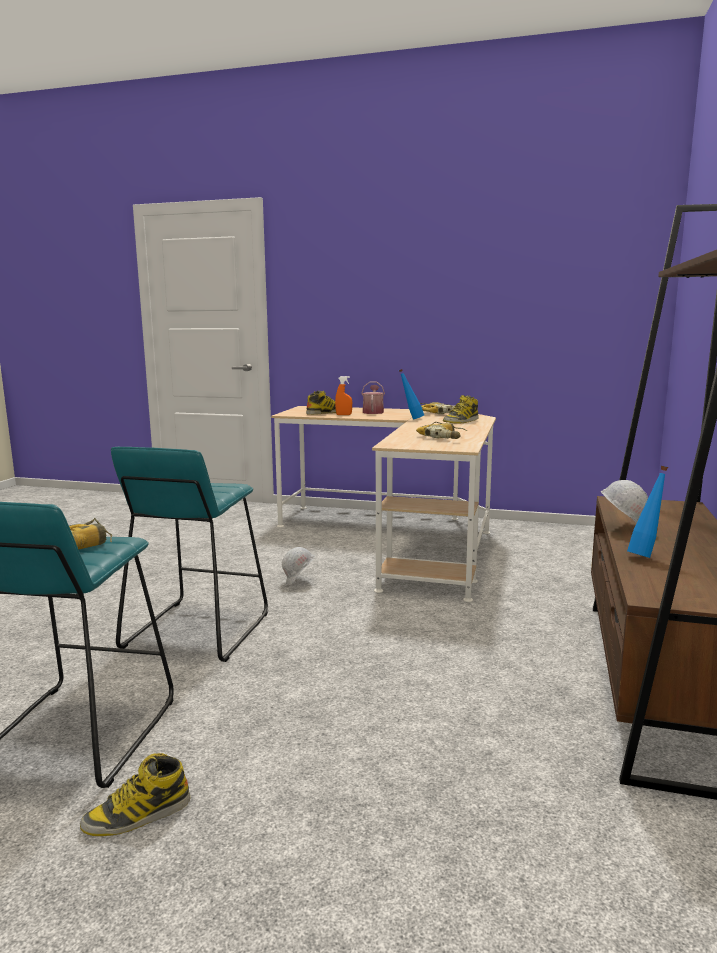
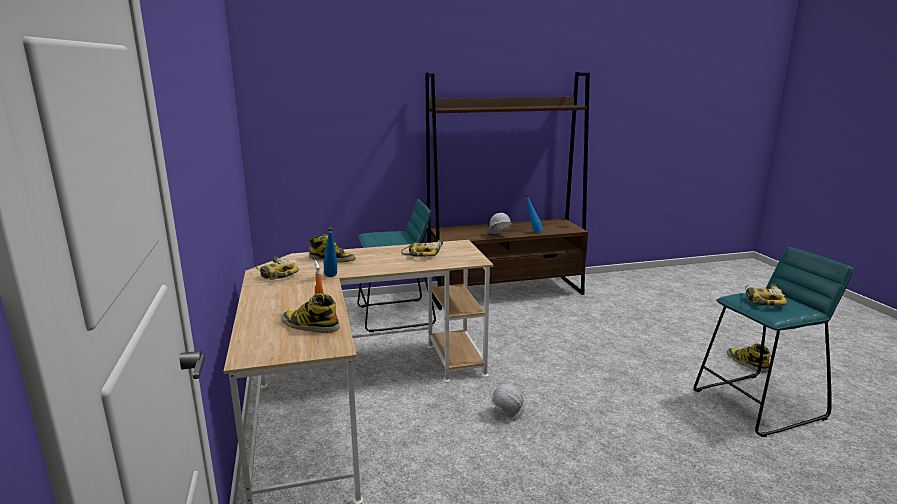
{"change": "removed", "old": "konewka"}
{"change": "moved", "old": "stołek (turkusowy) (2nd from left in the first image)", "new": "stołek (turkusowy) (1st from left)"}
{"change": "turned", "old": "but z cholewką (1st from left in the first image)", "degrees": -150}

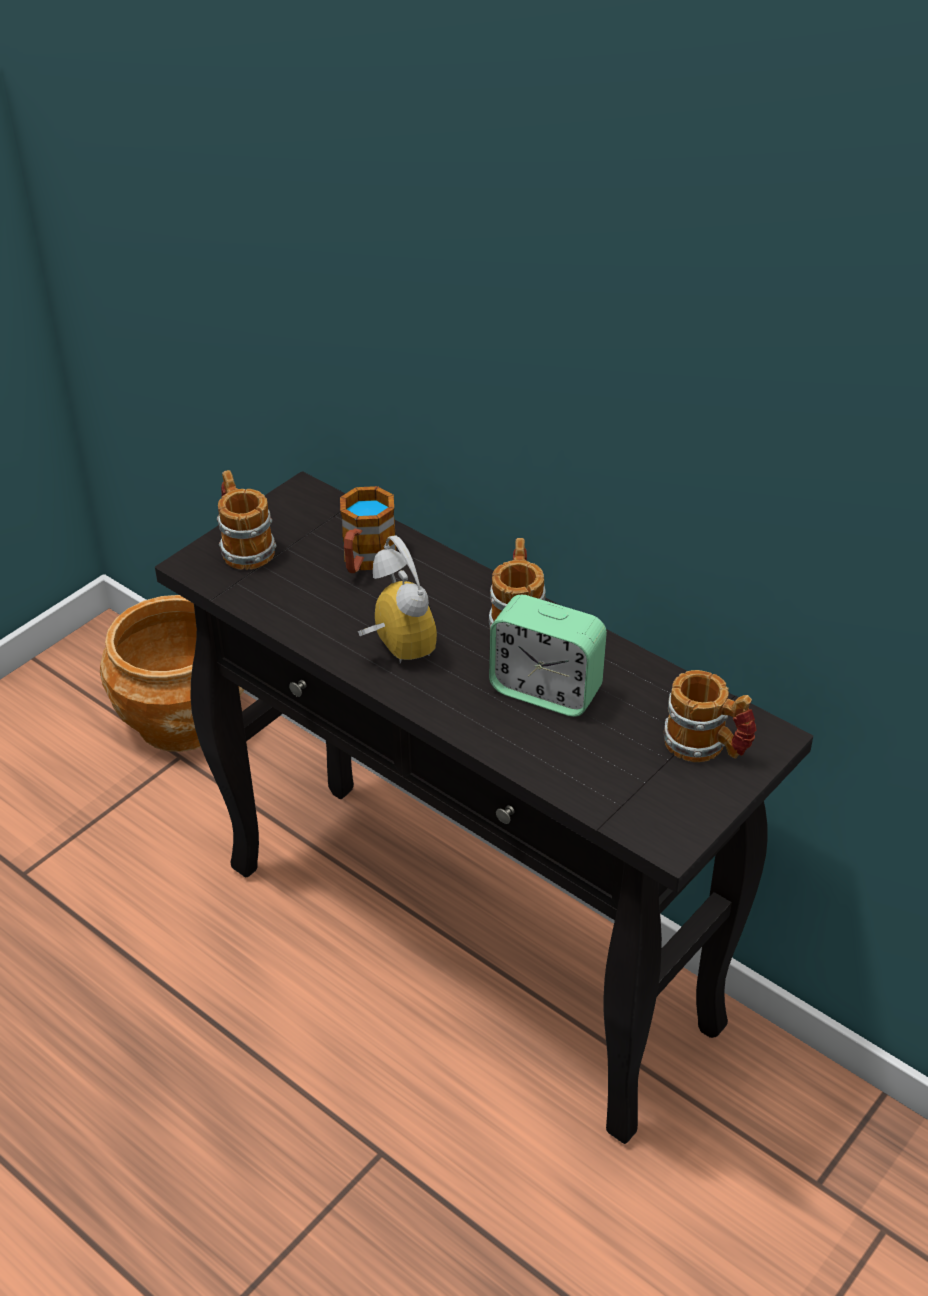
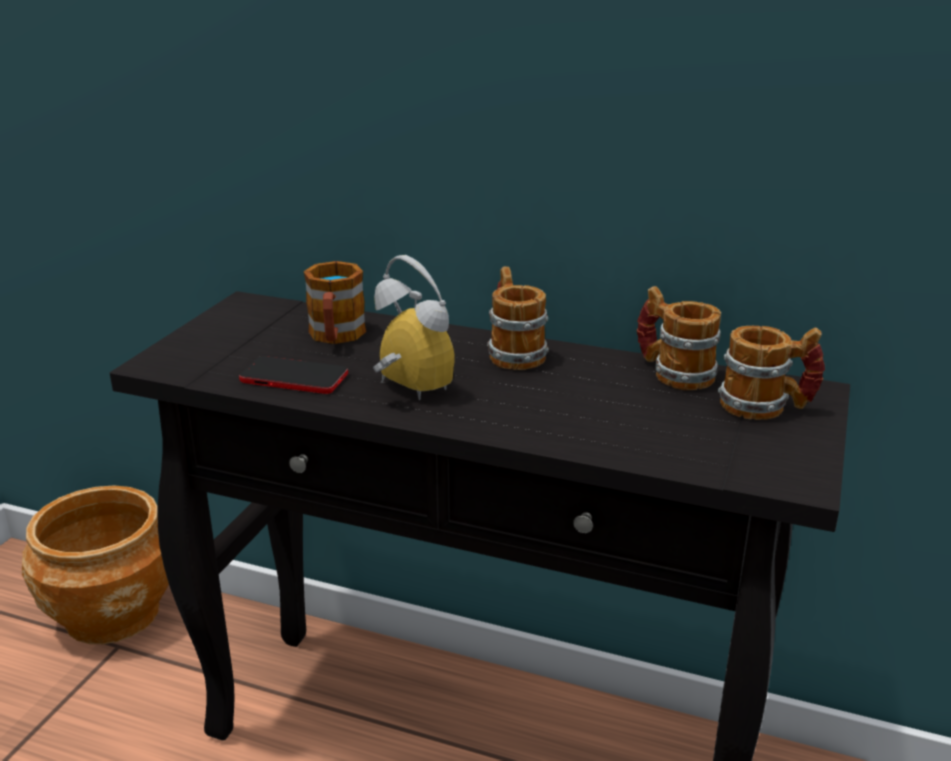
{"change": "removed", "old": "budzik (2nd from left)"}
{"change": "added", "new": "telefon"}
{"change": "moved", "old": "kubek (1st from left in the first image)", "new": "kubek (3rd from left)"}

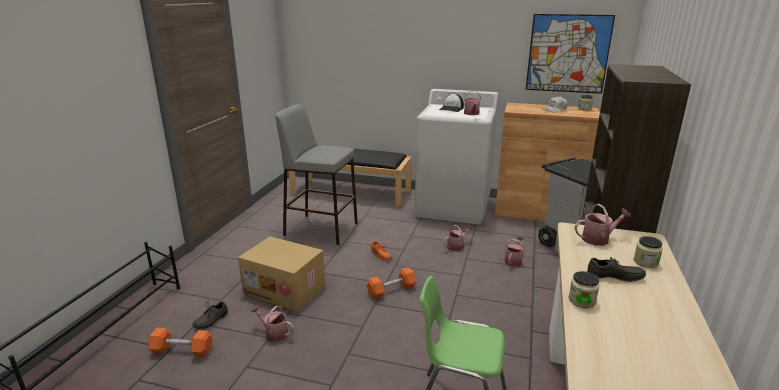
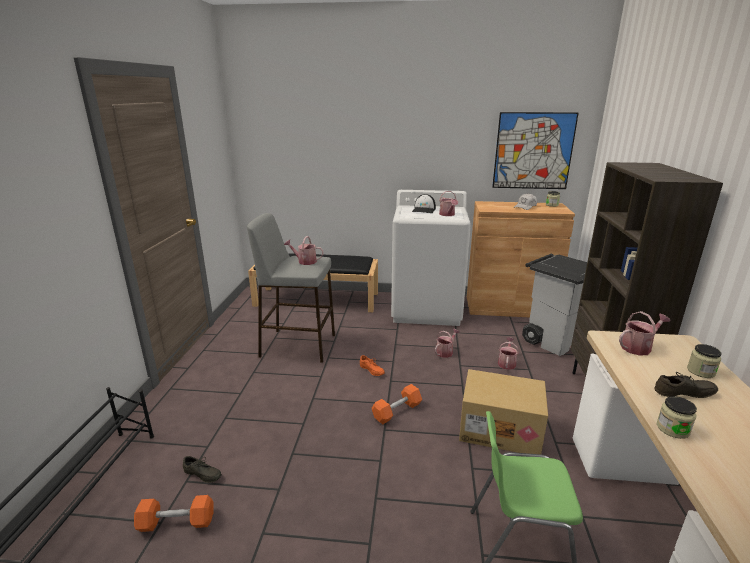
{"change": "moved", "old": "karton"}
{"change": "moved", "old": "konewka (1st from left)"}
{"change": "turned", "old": "but (szary) (1st from left)", "degrees": -90}

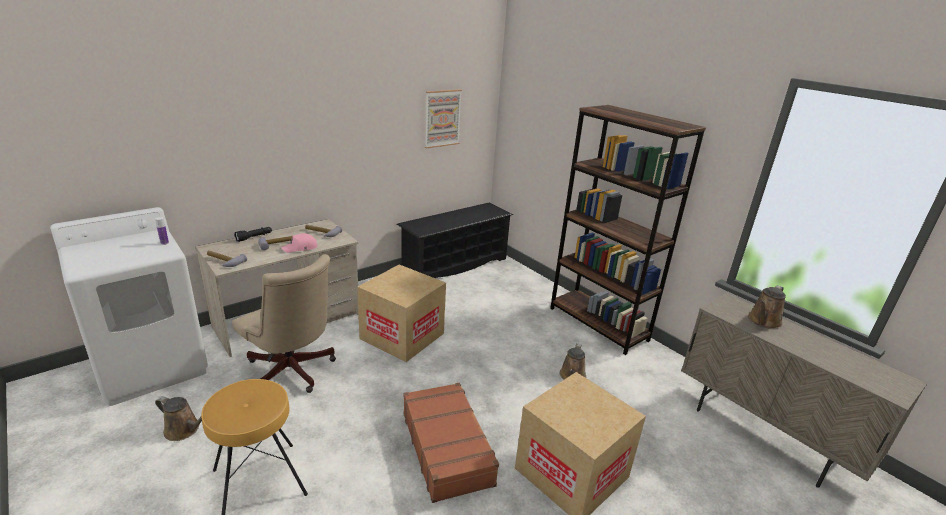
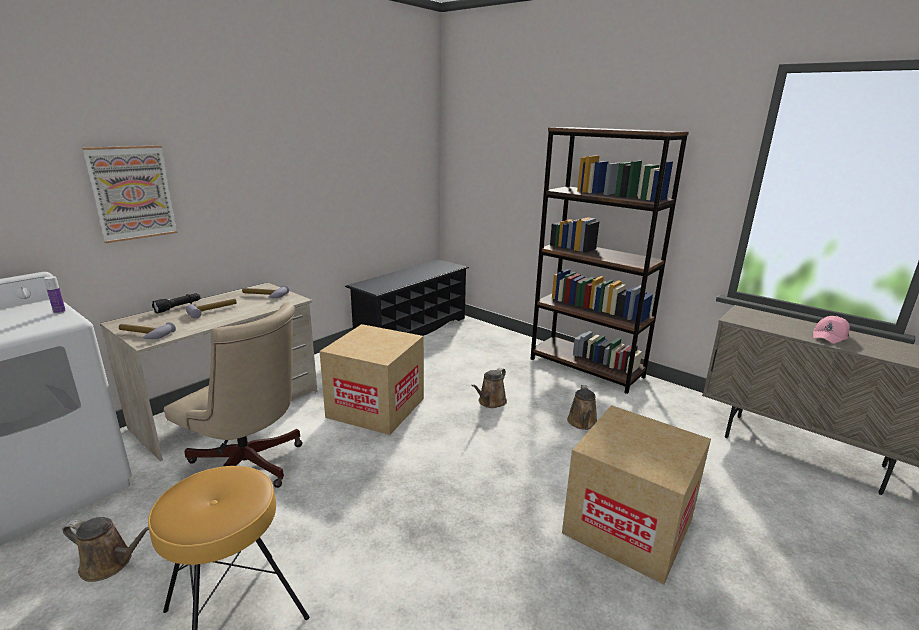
{"change": "removed", "old": "walizka (brązowy)"}
{"change": "moved", "old": "czapka z daszkiem (różowy)"}
{"change": "moved", "old": "obraz"}
{"change": "moved", "old": "konewka (brązowy) (3rd from left in the first image)", "new": "konewka (brązowy) (2nd from left)"}

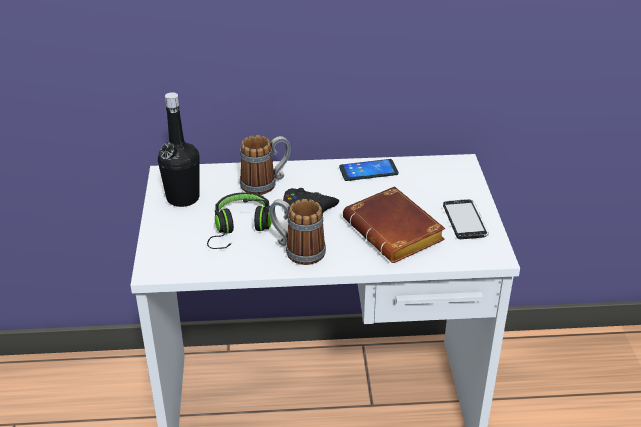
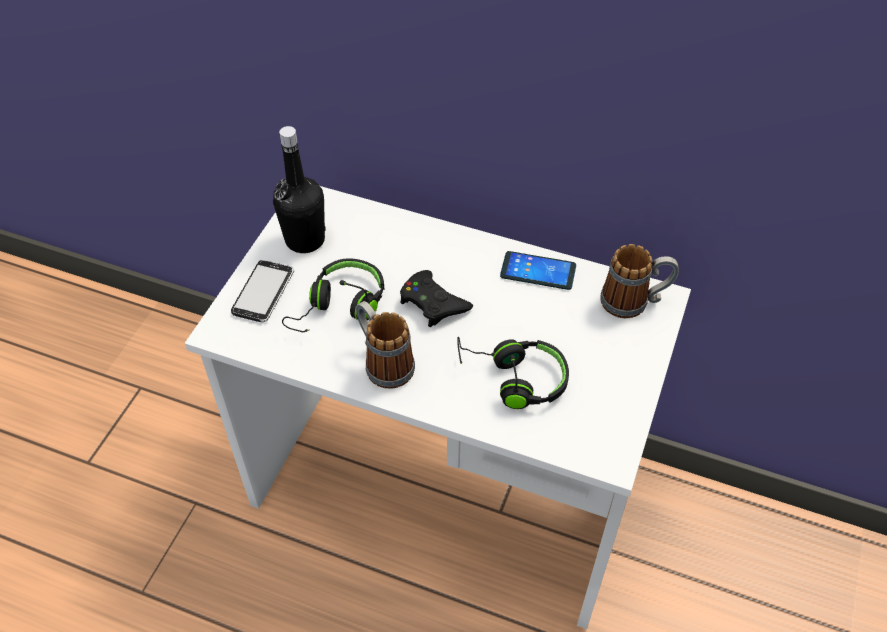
{"change": "moved", "old": "kubek (1st from left in the first image)", "new": "kubek (2nd from left)"}
{"change": "moved", "old": "telefon (2nd from left in the first image)", "new": "telefon (1st from left)"}
{"change": "replaced", "old": "książka (brązowy)", "new": "słuchawki (czarny) (2nd from left)"}

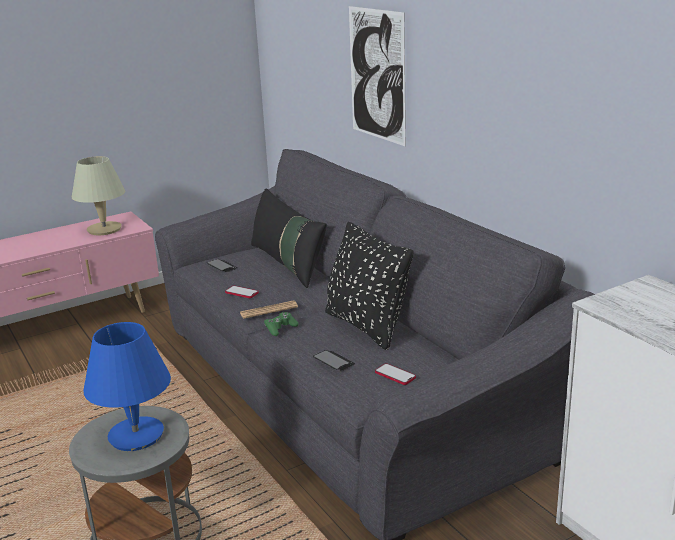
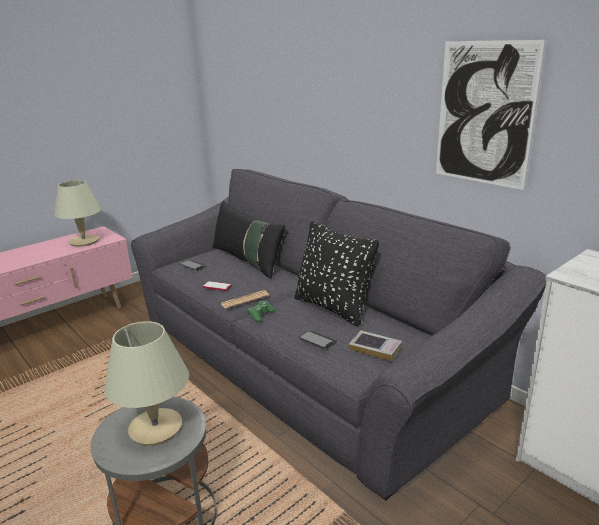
{"change": "moved", "old": "obraz"}
{"change": "replaced", "old": "telefon (4th from left)", "new": "książka"}
{"change": "recoloured", "old": "lampa stołowa (niebieski)", "new": "lampa stołowa (beżowy) (2nd from left)"}

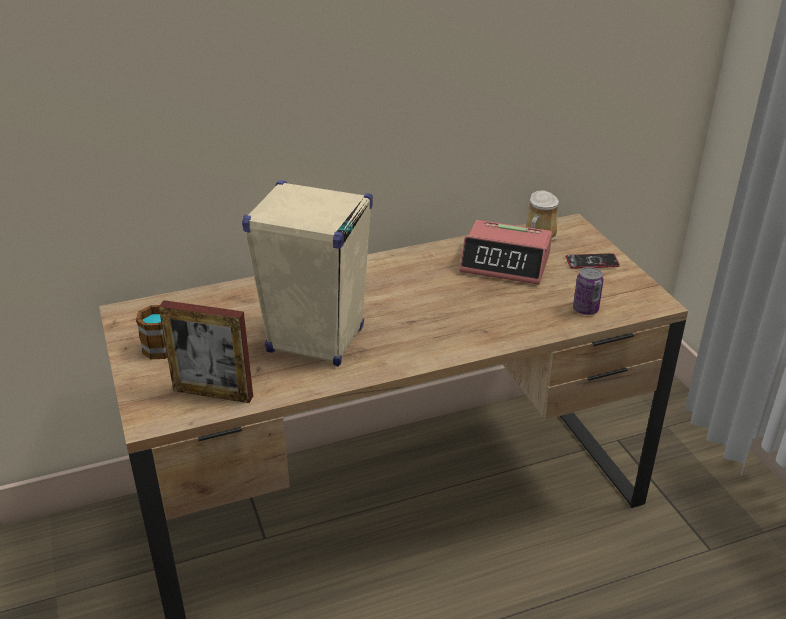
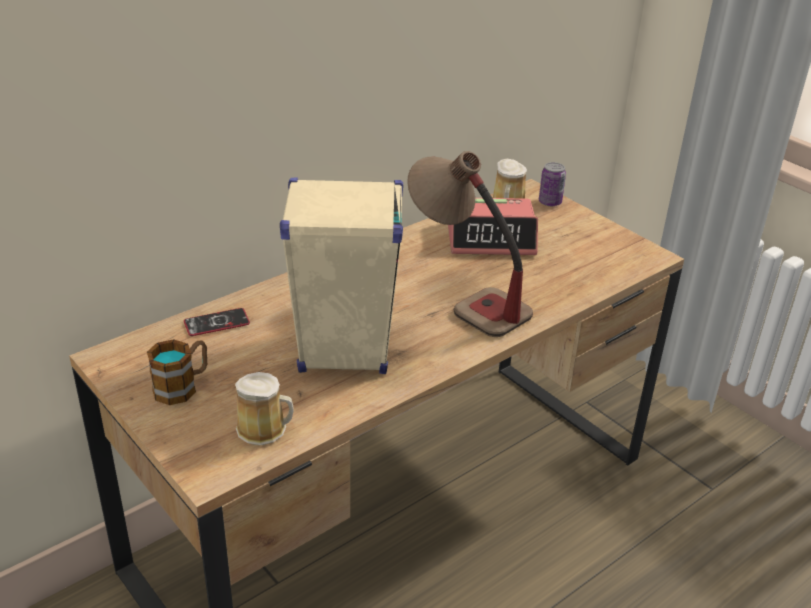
{"change": "added", "new": "lampa stołowa"}
{"change": "moved", "old": "telefon"}
{"change": "moved", "old": "puszka"}
{"change": "replaced", "old": "ramka na zdjęcie", "new": "kubek (2nd from left)"}

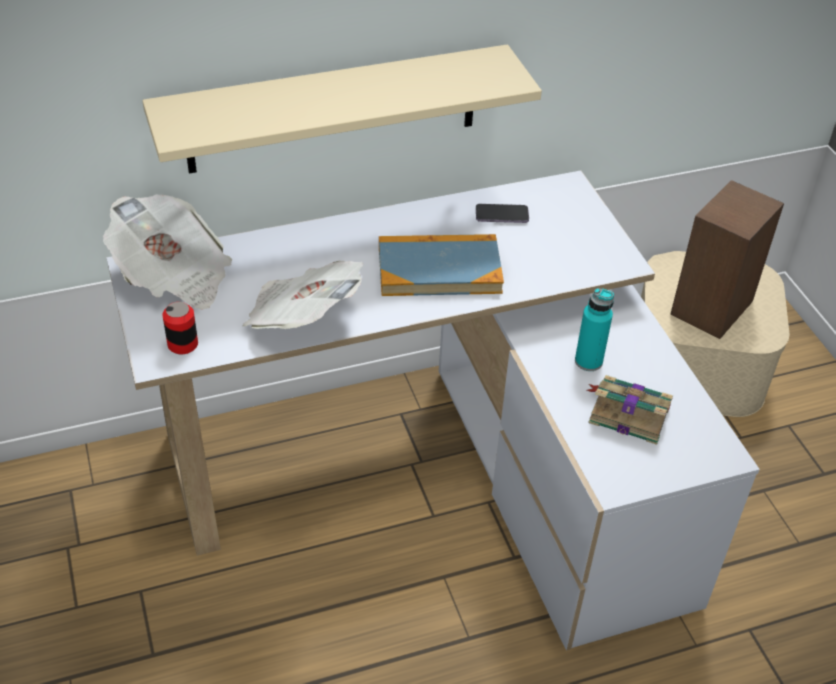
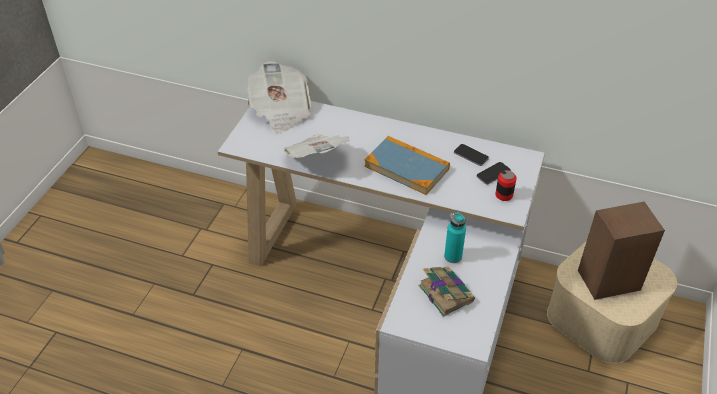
{"change": "removed", "old": "półka (beżowy)"}
{"change": "added", "new": "telefon (2nd from left)"}
{"change": "moved", "old": "puszka"}

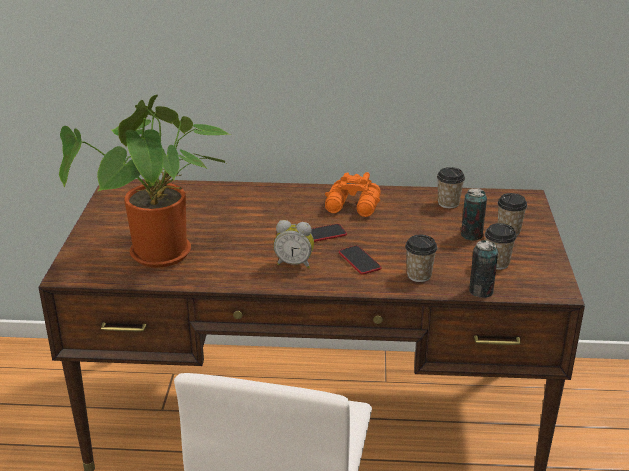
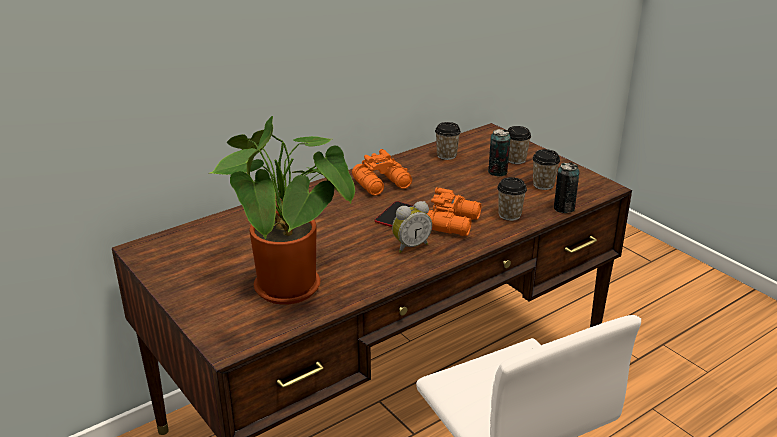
{"change": "replaced", "old": "telefon (2nd from left)", "new": "lornetka (pomarańczowy) (2nd from left)"}

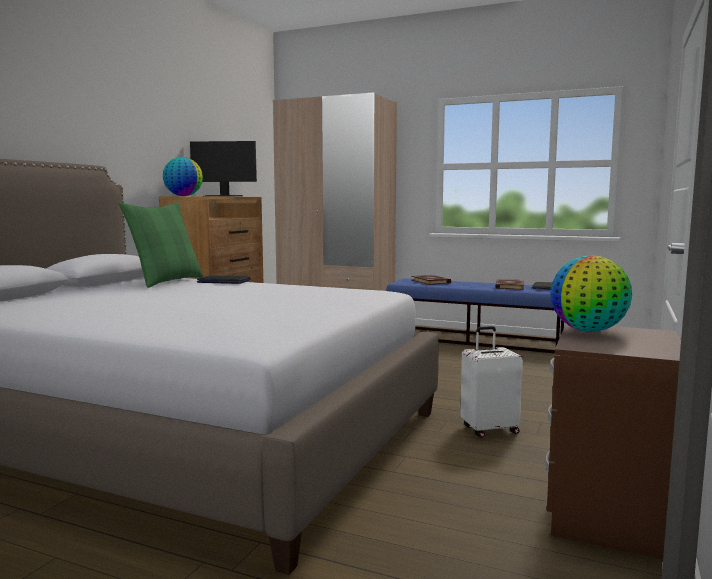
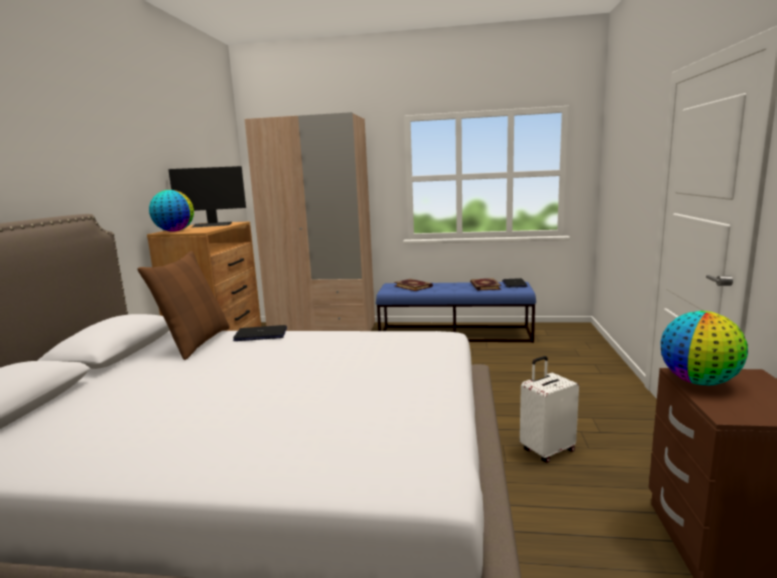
{"change": "recoloured", "old": "poduszka (zielony)", "new": "poduszka (brązowy)"}

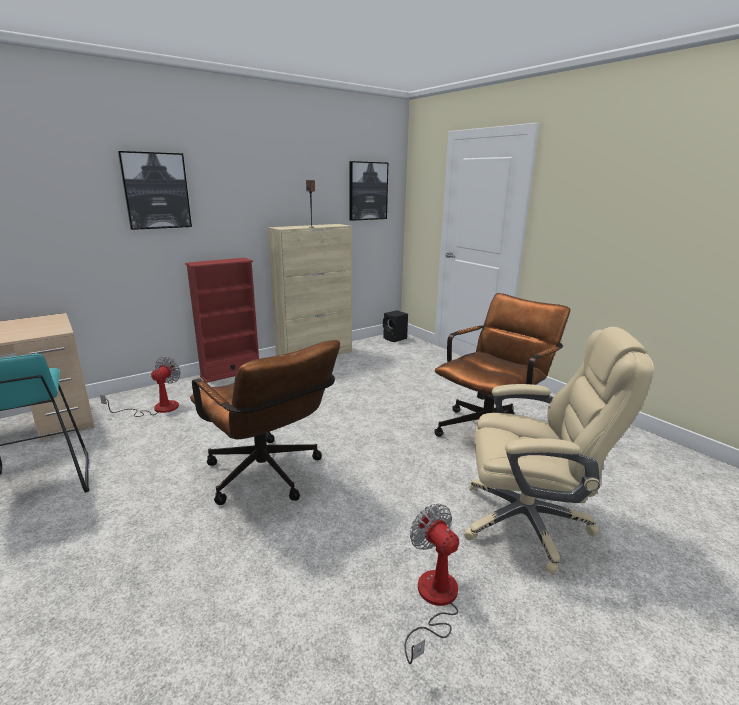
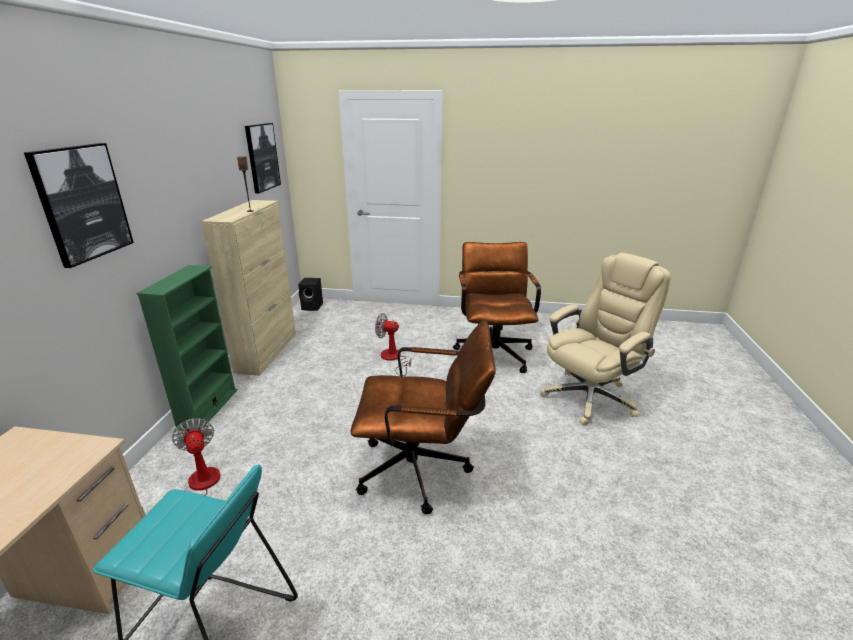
{"change": "moved", "old": "wentylator (2nd from left)"}
{"change": "recoloured", "old": "regał (czerwony)", "new": "regał (zielony)"}

